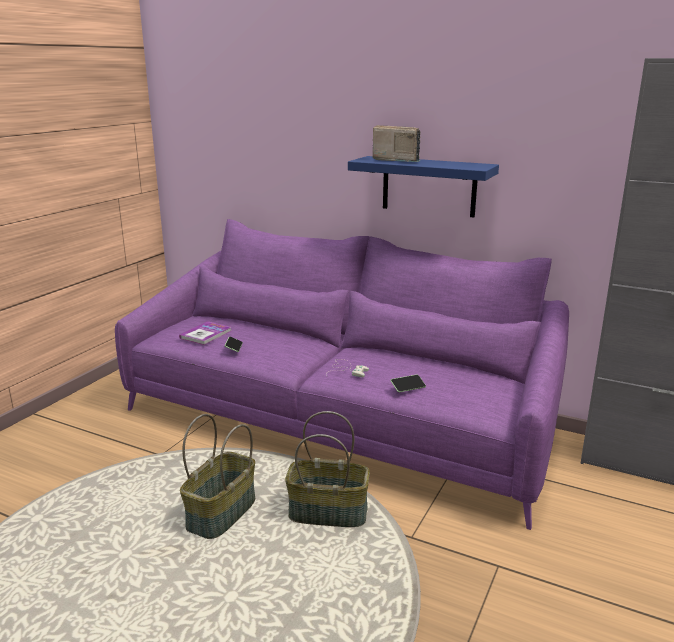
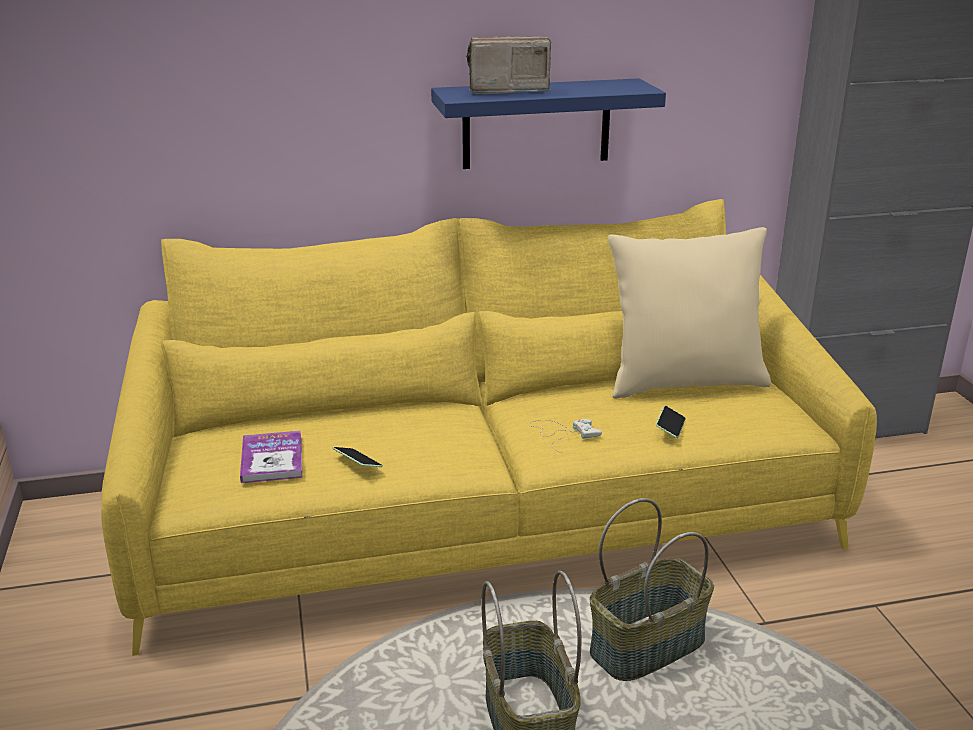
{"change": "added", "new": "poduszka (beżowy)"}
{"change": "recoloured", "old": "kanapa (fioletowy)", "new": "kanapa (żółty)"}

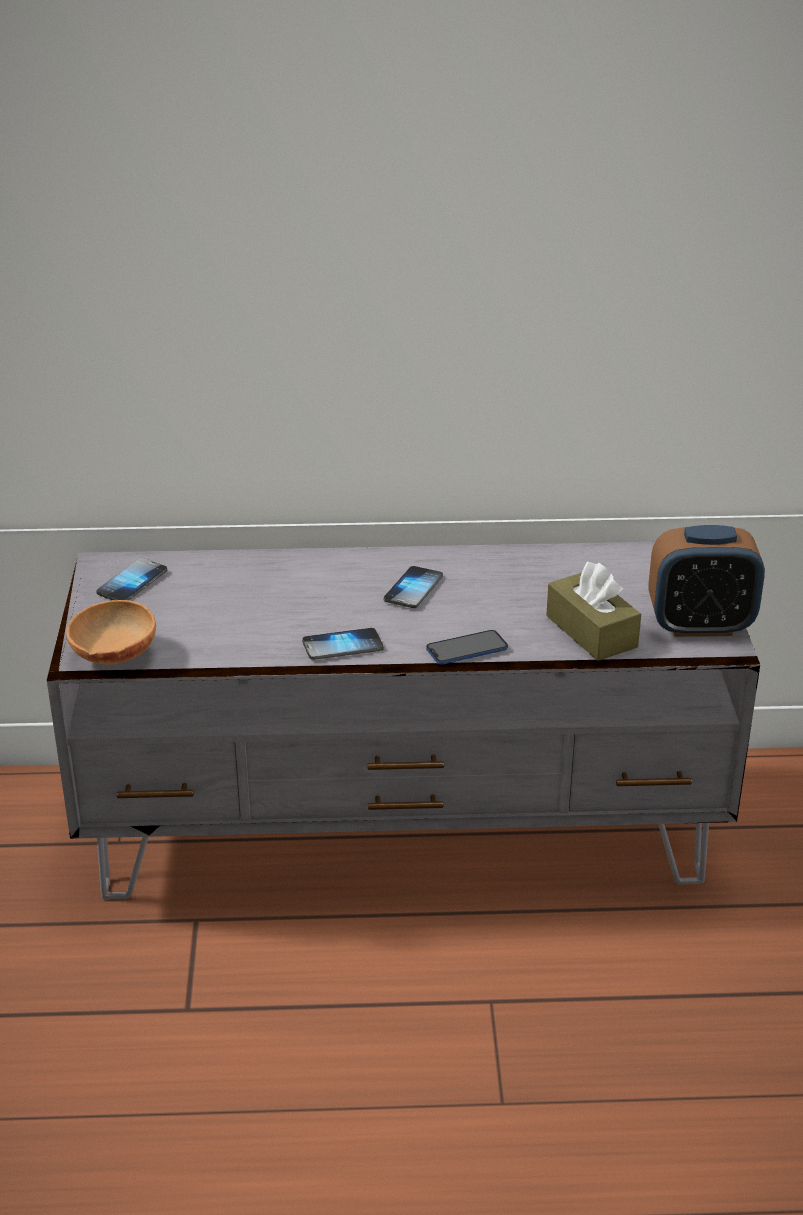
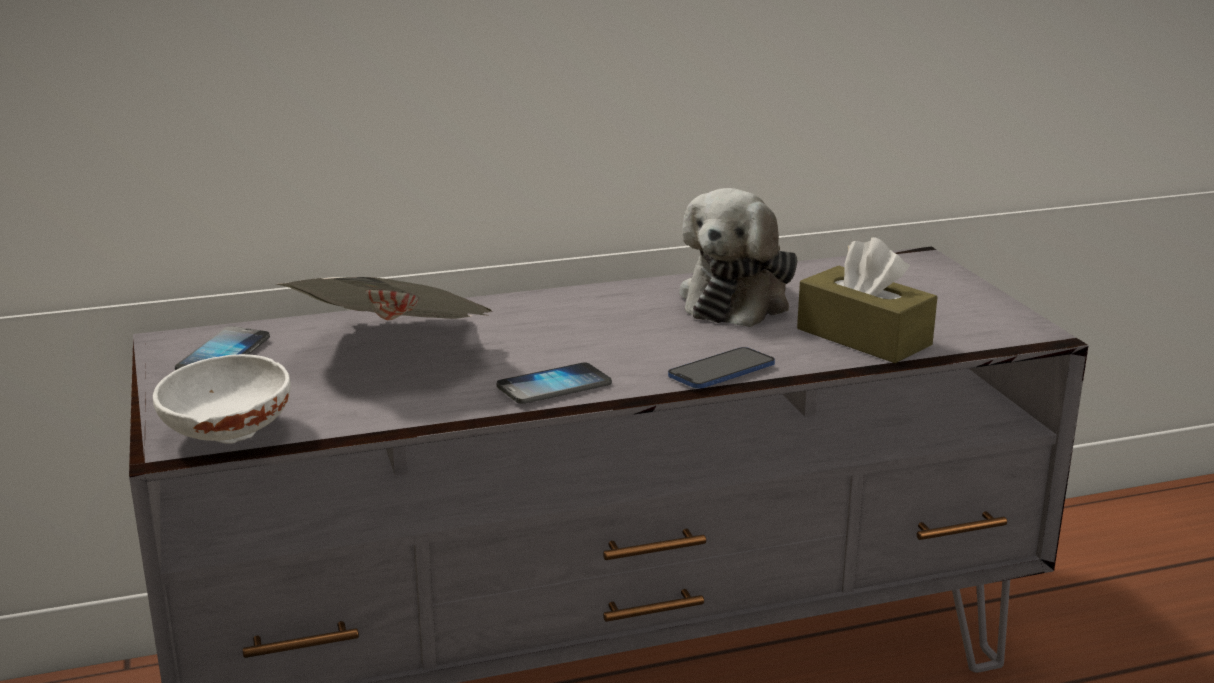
{"change": "removed", "old": "telefon (3rd from left)"}
{"change": "removed", "old": "budzik"}
{"change": "added", "new": "gazeta"}
{"change": "added", "new": "pluszak"}
{"change": "recoloured", "old": "miska (brązowy)", "new": "miska (biały)"}

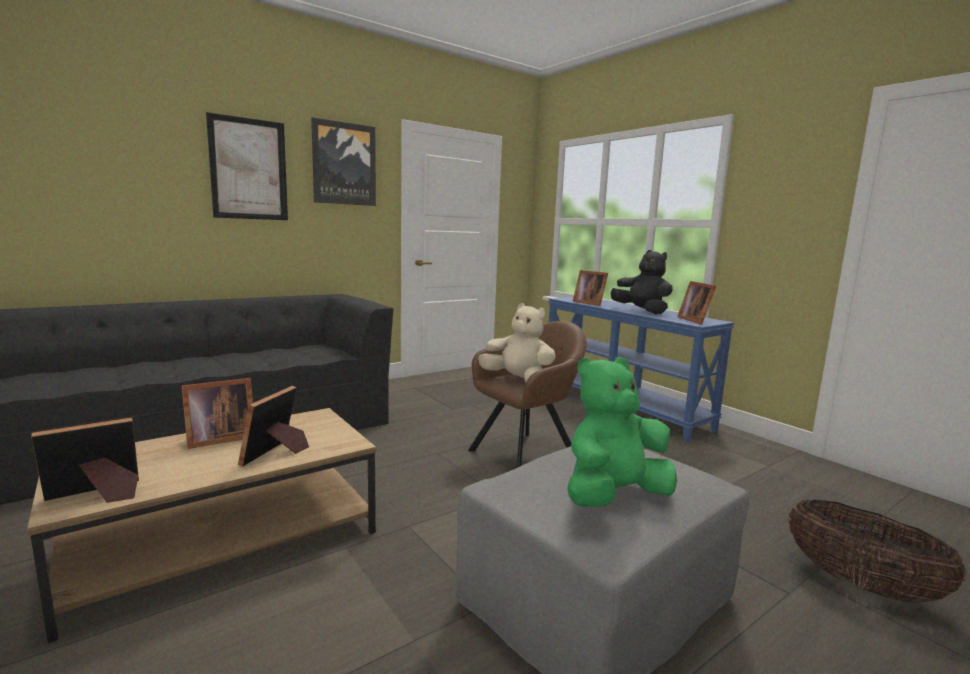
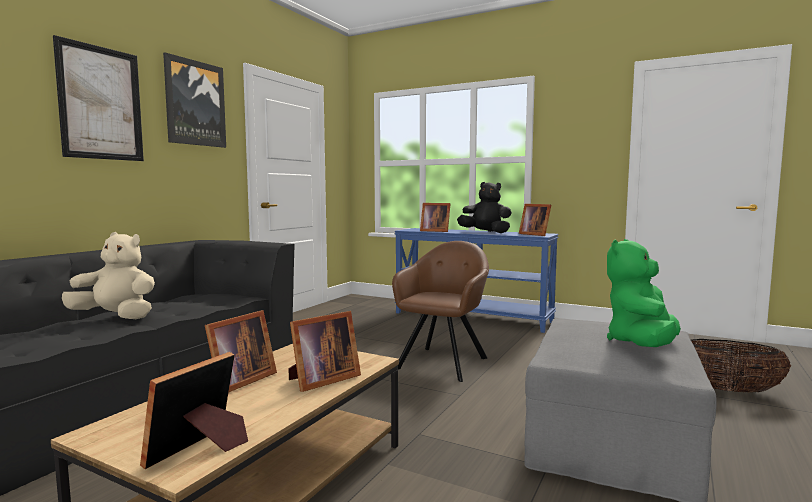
{"change": "moved", "old": "pluszak (beżowy)"}
{"change": "turned", "old": "ramka na zdjęcie (3rd from left)", "degrees": -120}

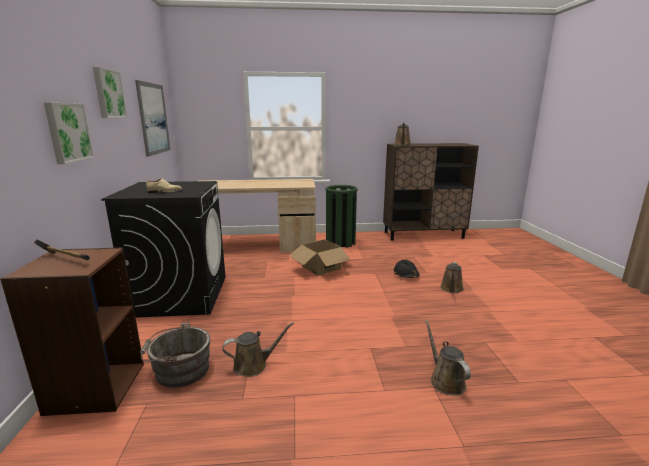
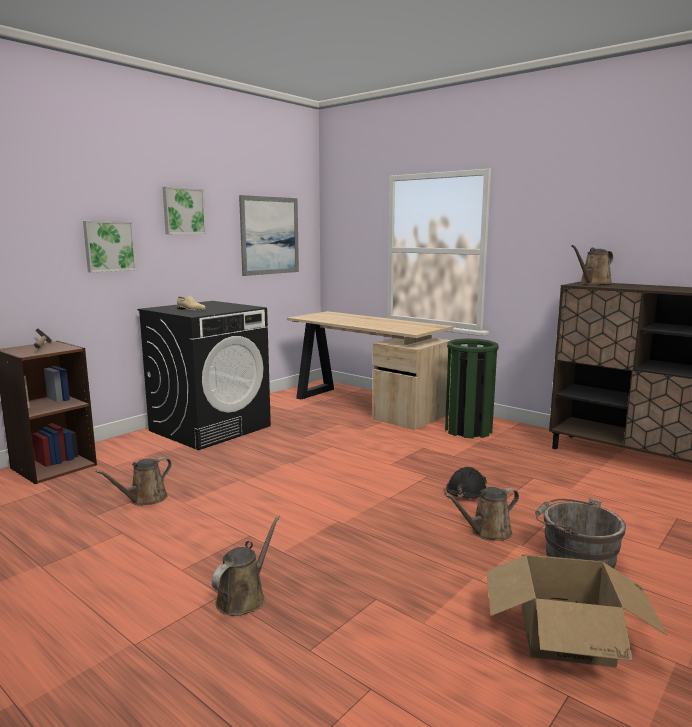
{"change": "moved", "old": "wiadro (szary)"}
{"change": "moved", "old": "karton"}
{"change": "turned", "old": "konewka (brązowy) (1st from left)", "degrees": 105}

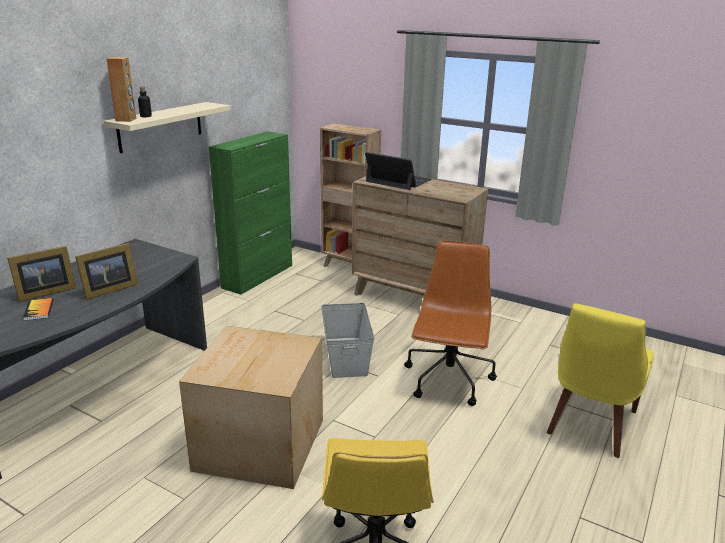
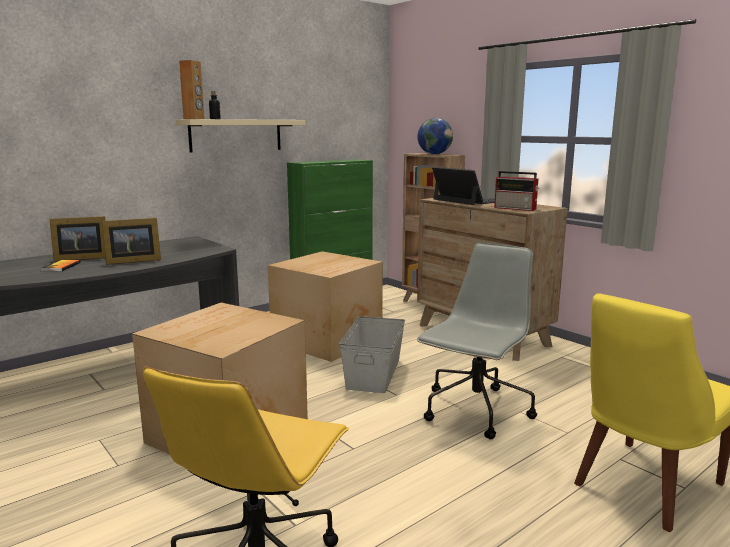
{"change": "added", "new": "karton (2nd from left)"}
{"change": "added", "new": "globus"}
{"change": "added", "new": "radio"}
{"change": "recoloured", "old": "krzesło biurowe (brązowy)", "new": "krzesło biurowe (szary)"}

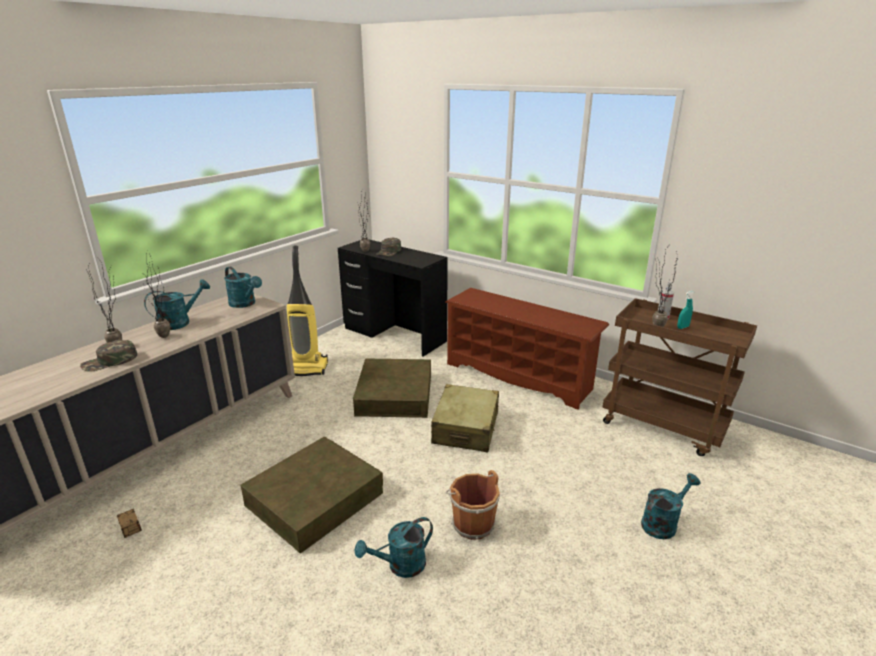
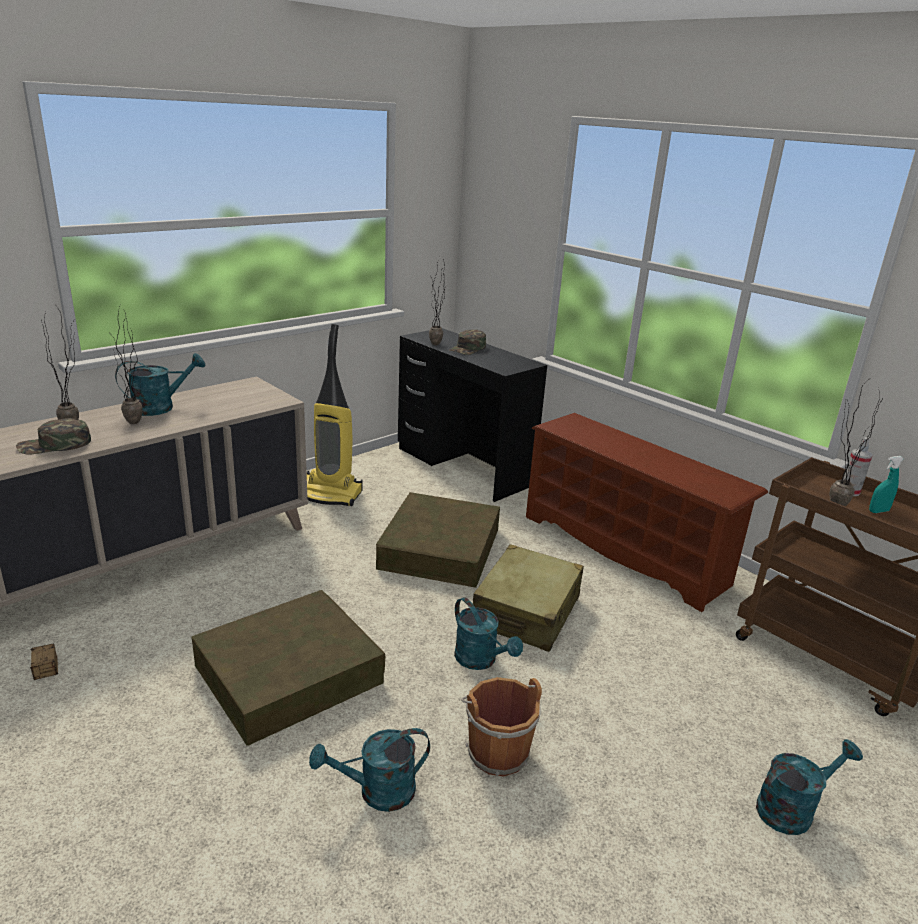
{"change": "moved", "old": "konewka (turkusowy) (2nd from left in the first image)", "new": "konewka (turkusowy) (3rd from left)"}

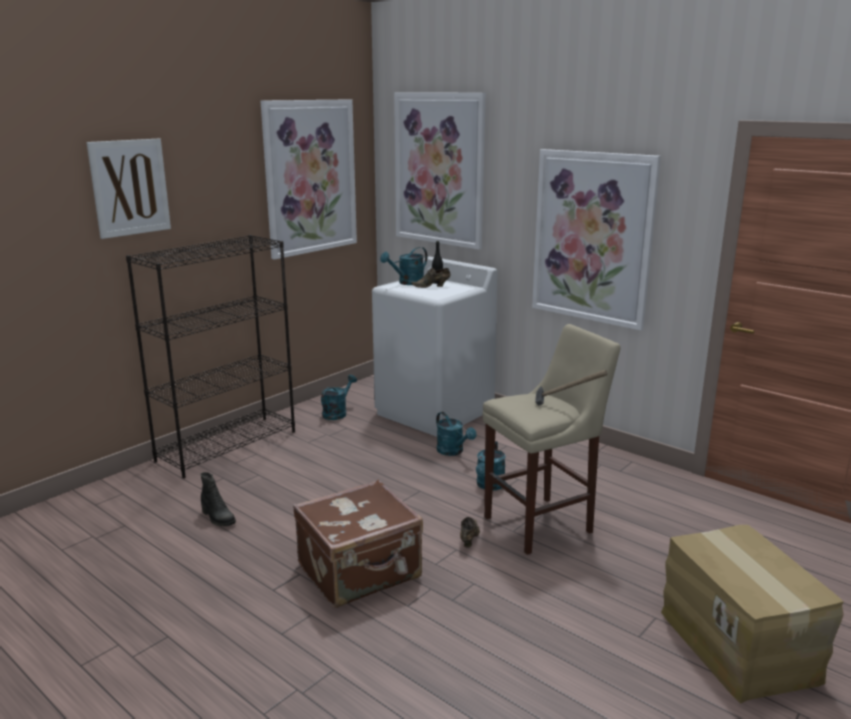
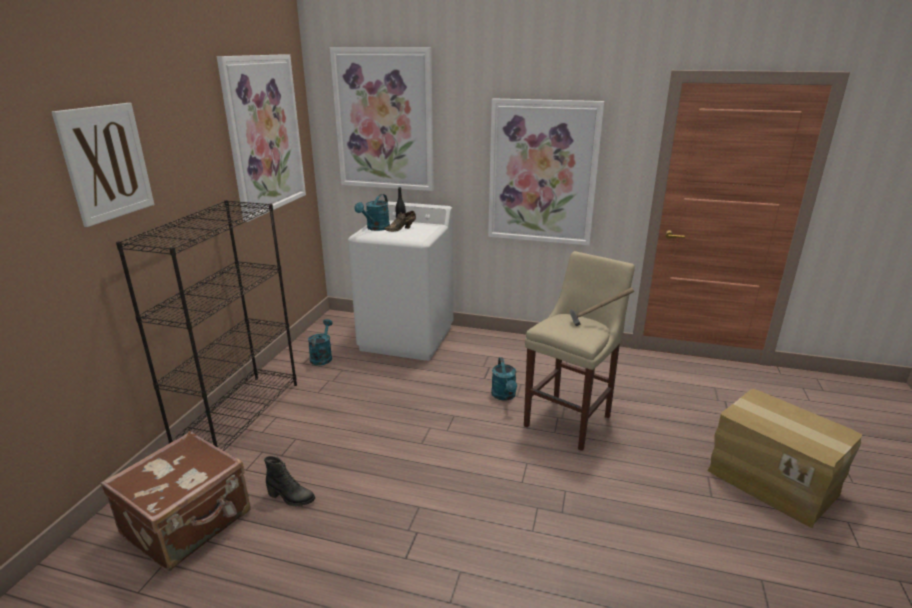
{"change": "removed", "old": "konewka (turkusowy) (3rd from left)"}
{"change": "removed", "old": "but (brązowy) (2nd from left)"}
{"change": "moved", "old": "walizka (brązowy)"}

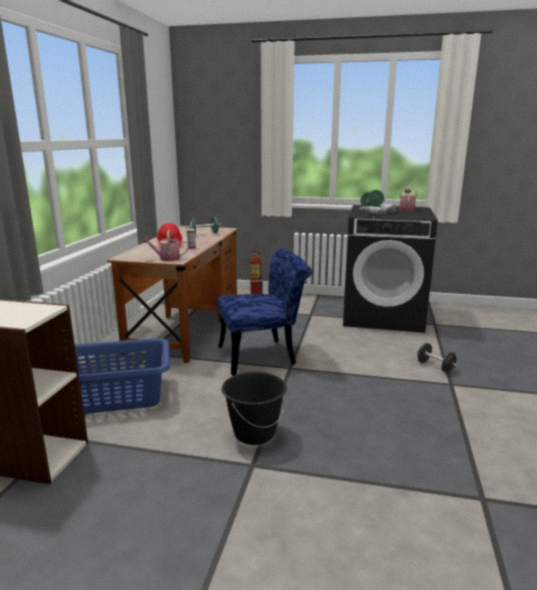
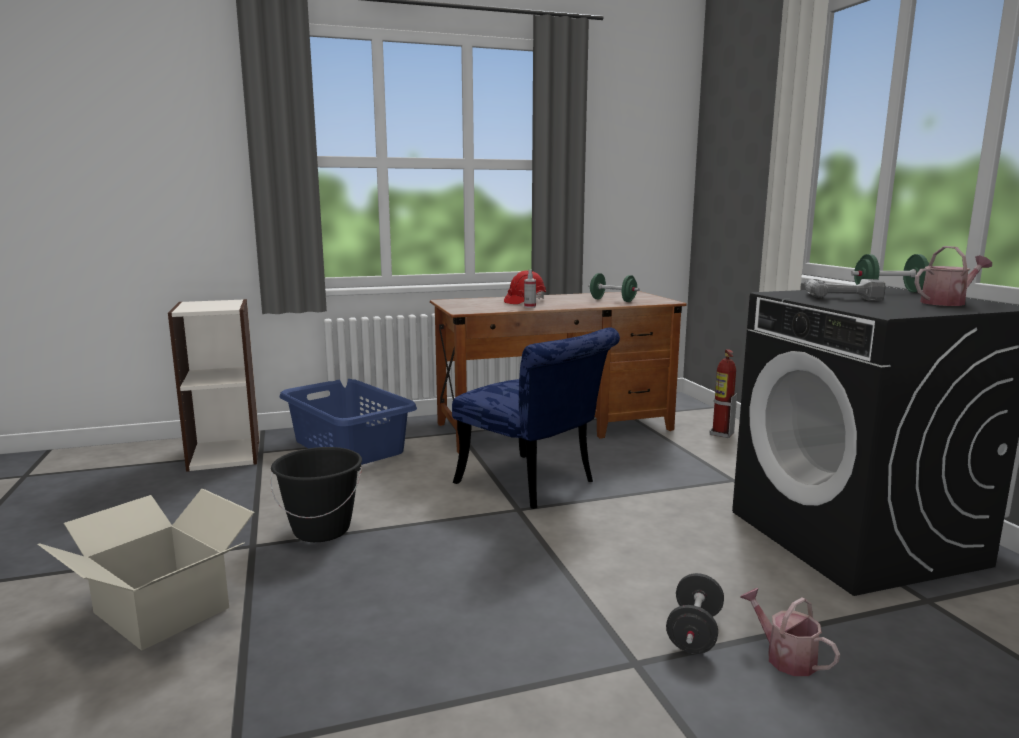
{"change": "added", "new": "karton"}
{"change": "moved", "old": "konewka (1st from left)"}

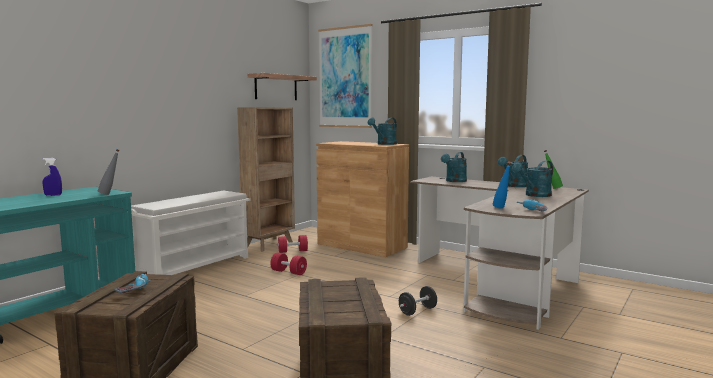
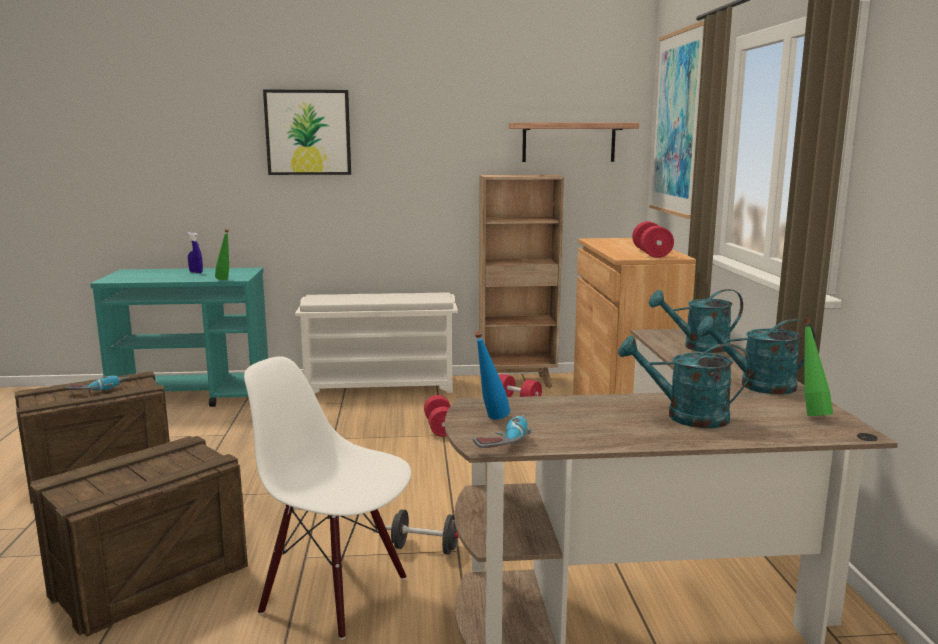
{"change": "added", "new": "krzesło (biały)"}
{"change": "added", "new": "obraz (1st from left)"}
{"change": "replaced", "old": "konewka (turkusowy) (1st from left)", "new": "hantel (czerwony) (3rd from left)"}
{"change": "recoloured", "old": "butelka (szary)", "new": "butelka (zielony) (1st from left)"}

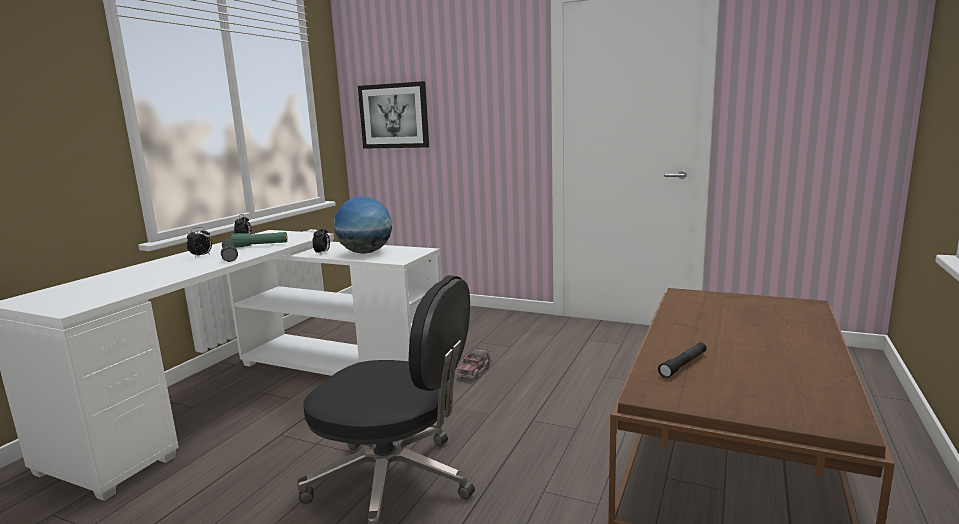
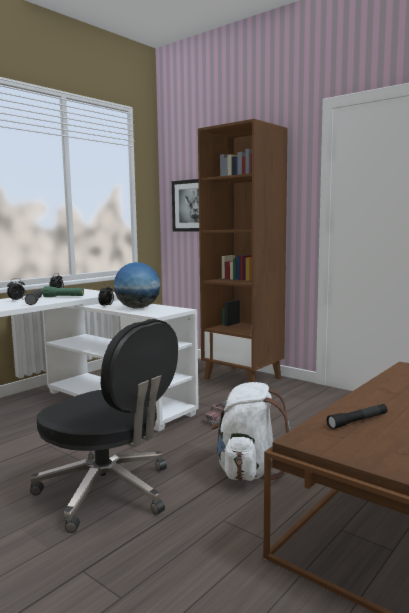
{"change": "added", "new": "regał (brązowy)"}
{"change": "added", "new": "plecak (biały)"}

